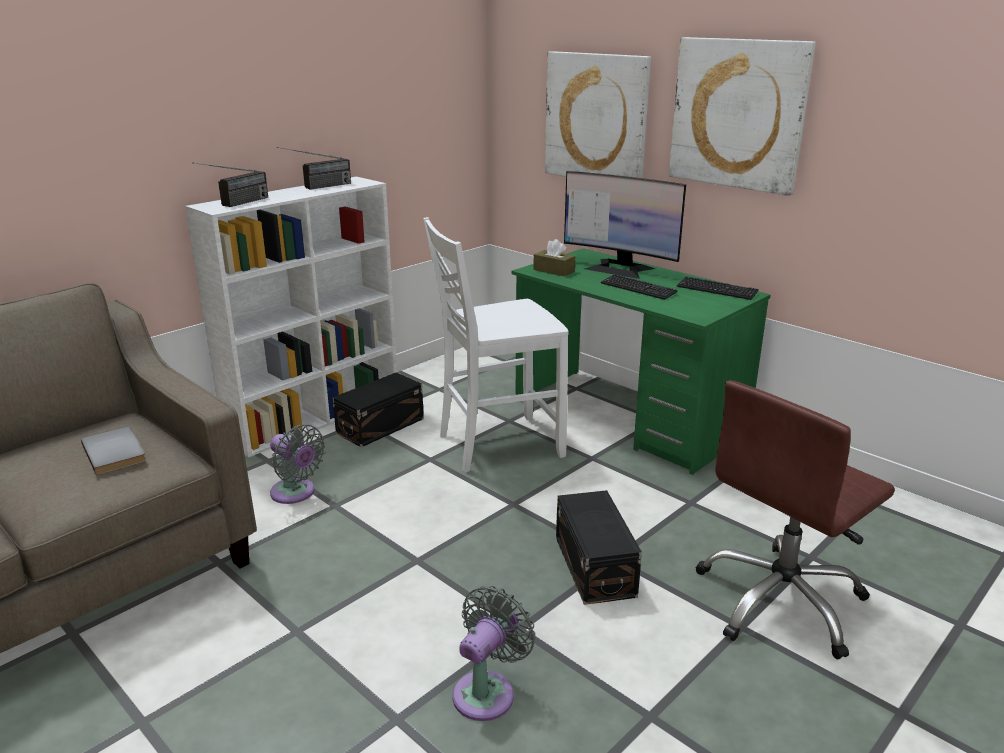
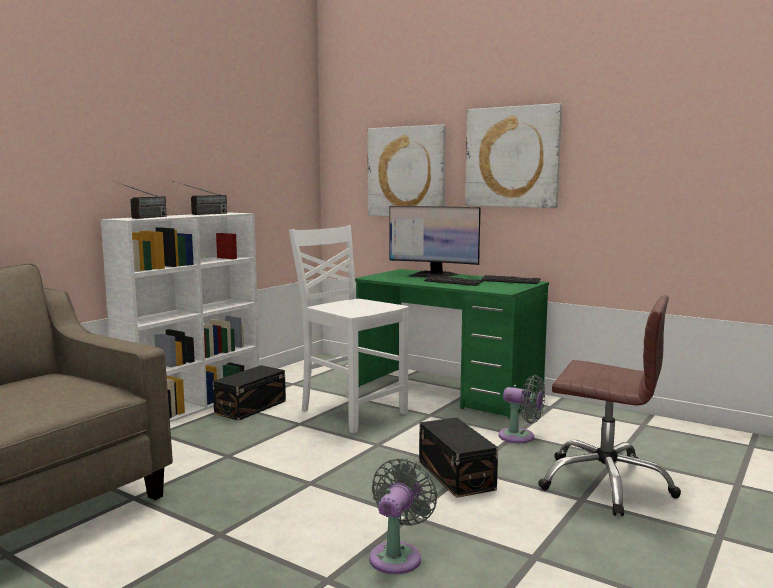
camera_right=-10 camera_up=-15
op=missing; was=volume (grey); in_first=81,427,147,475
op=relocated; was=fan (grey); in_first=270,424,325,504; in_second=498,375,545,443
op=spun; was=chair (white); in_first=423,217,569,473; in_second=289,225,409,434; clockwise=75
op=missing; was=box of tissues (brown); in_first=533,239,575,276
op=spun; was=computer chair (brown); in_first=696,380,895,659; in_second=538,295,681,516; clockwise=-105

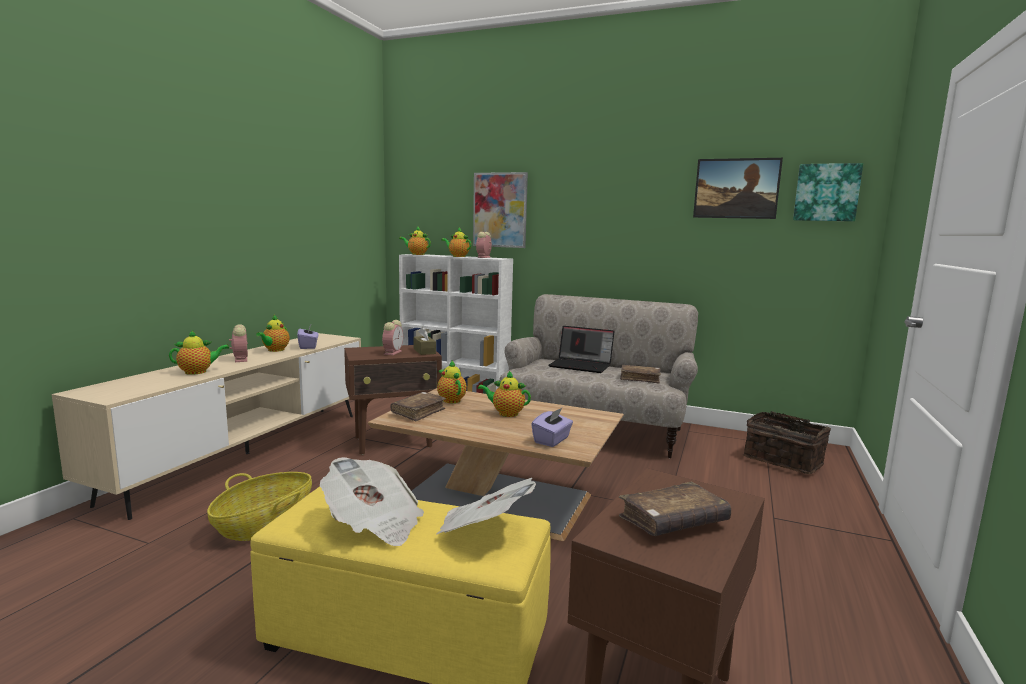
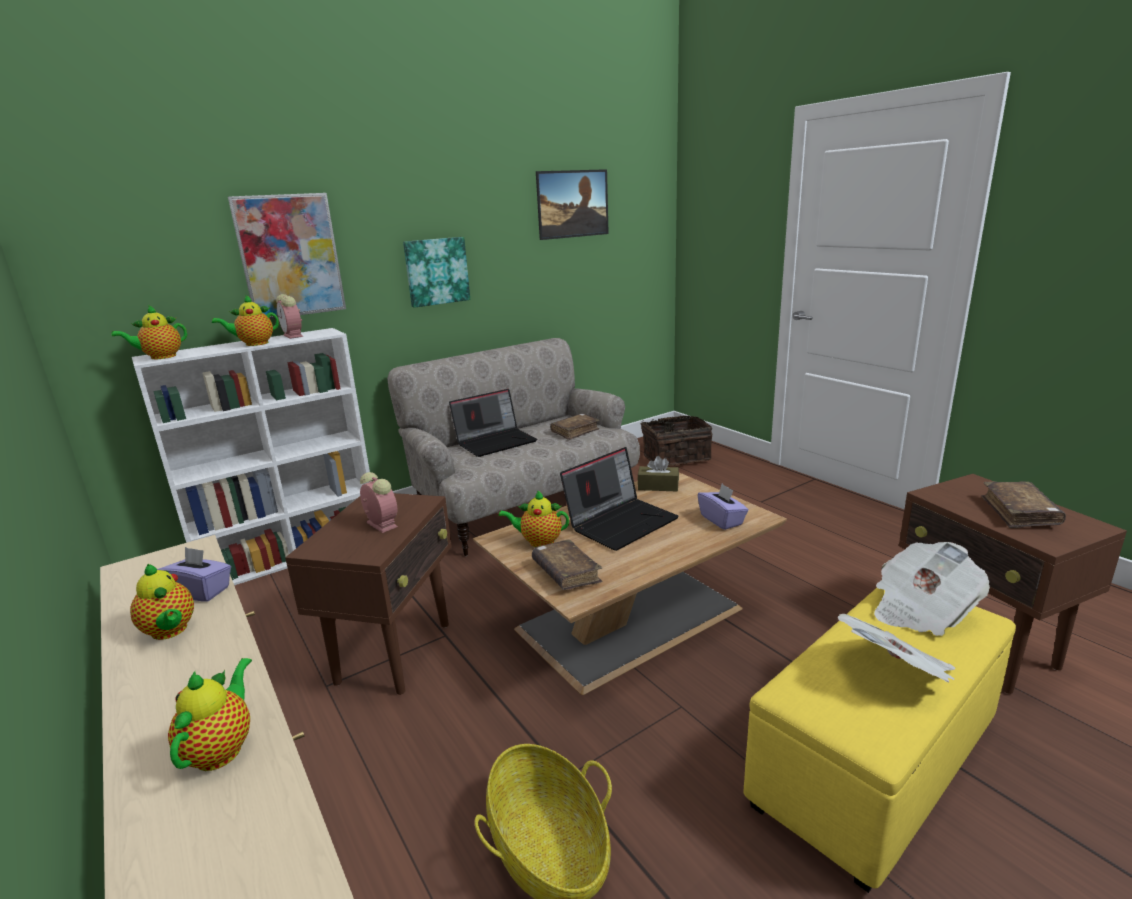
camera_right=-55 camera_up=10
op=missing; was=alarm clock; in_first=229,324,248,362
op=relocated; was=box of tissues (brown); in_first=414,327,436,355; in_second=637,456,679,491
op=exchanged; was=tea pot; now=portable computer; in_first=478,371,531,417; in_second=560,447,679,551
op=relocated; was=picture; in_first=793,163,863,221; in_second=403,237,470,308

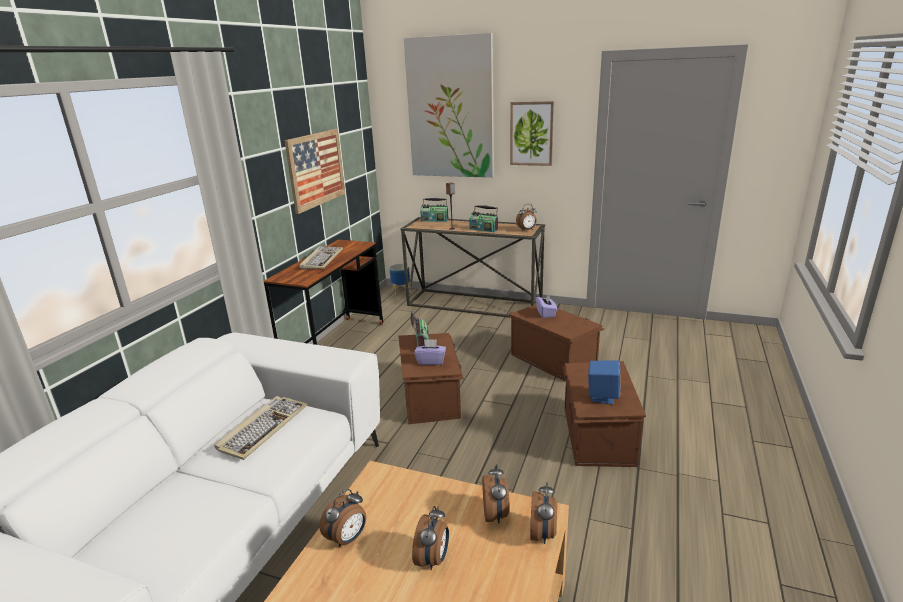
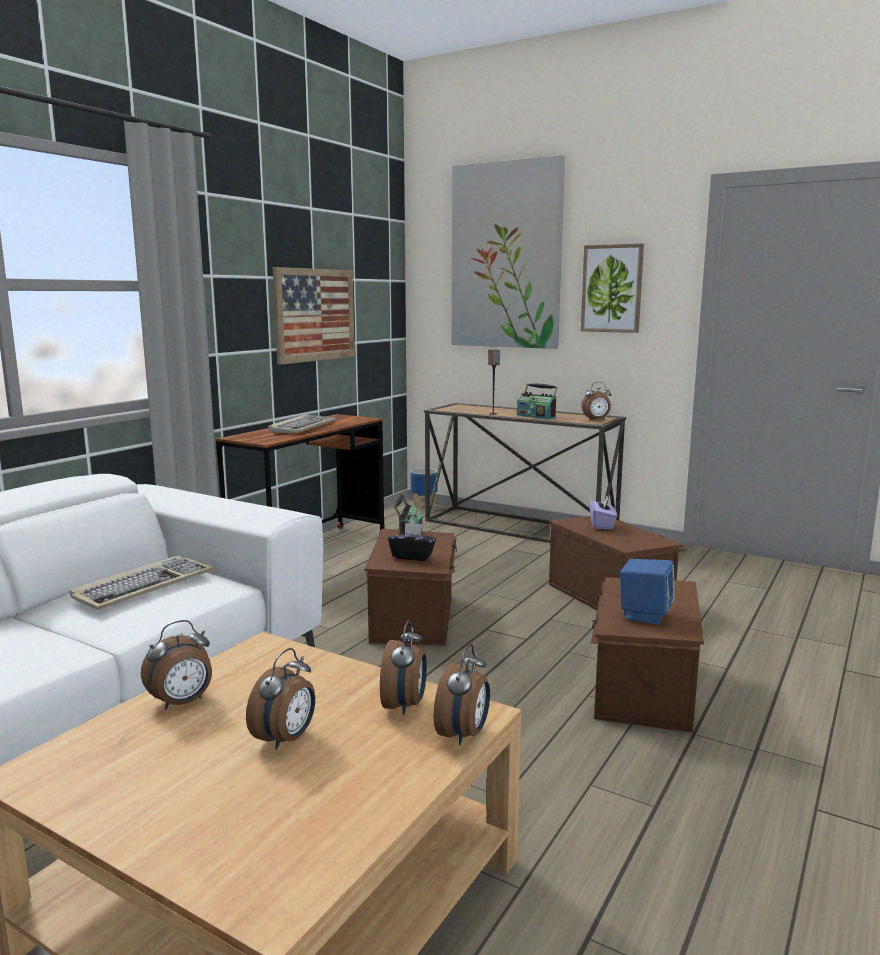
camera_right=10 camera_up=-10
op=colour; was=box of tissues (purple); now=box of tissues (blackish); in_first=414,339,446,365; in_second=388,523,436,561
op=missing; was=radio; in_first=420,198,448,222

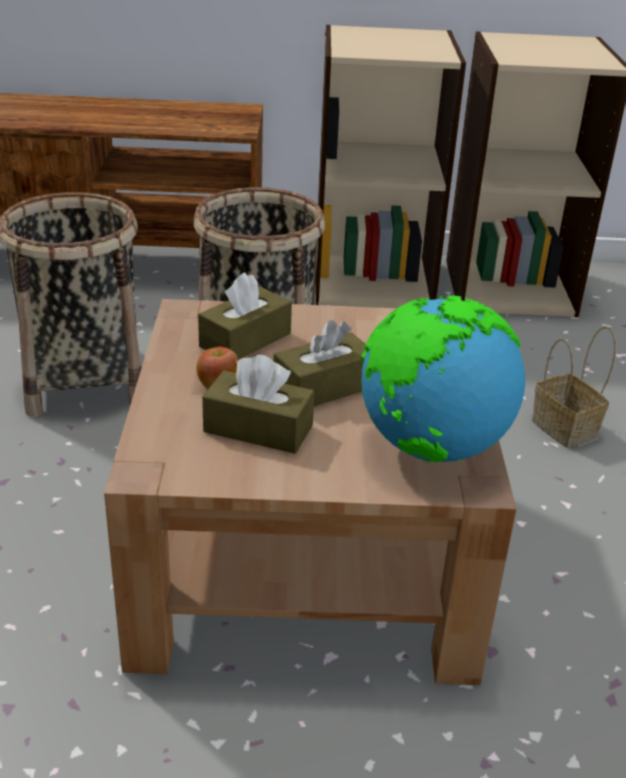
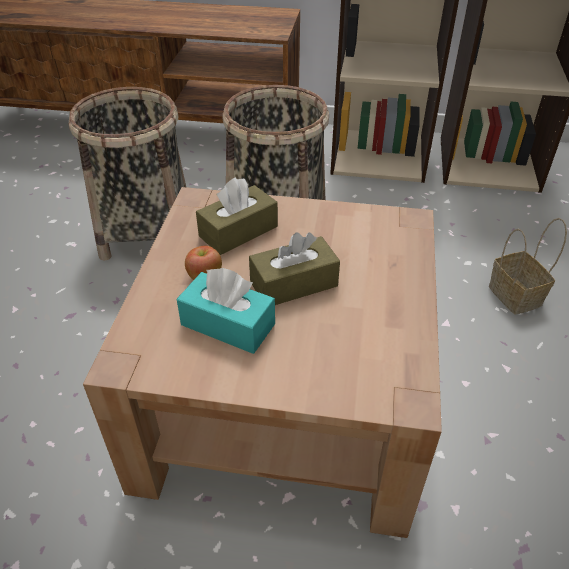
camera_right=10 camera_up=10
op=colour; was=box of tissues (brown); now=box of tissues (turquoise); in_first=202,355,315,454; in_second=177,268,275,354
op=missing; was=world globe; in_first=360,295,525,463

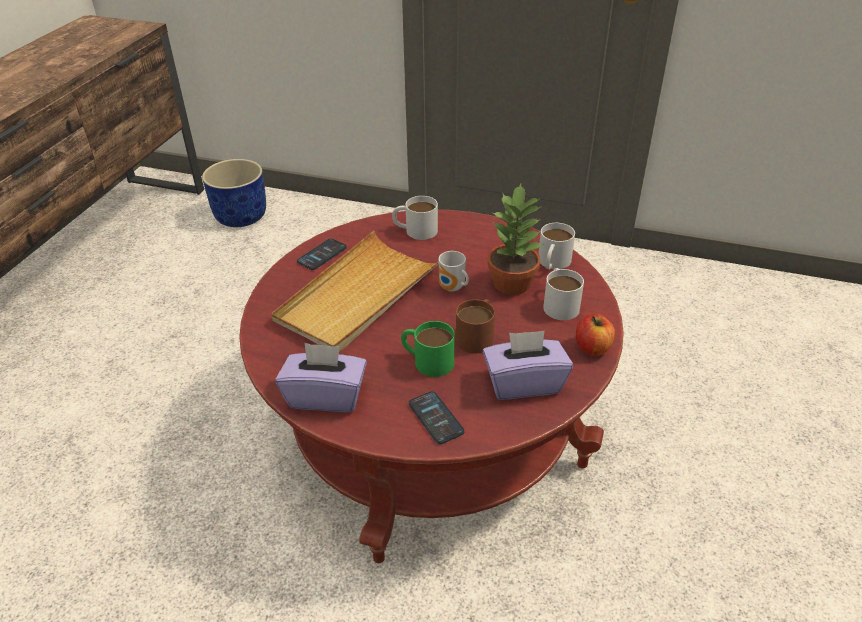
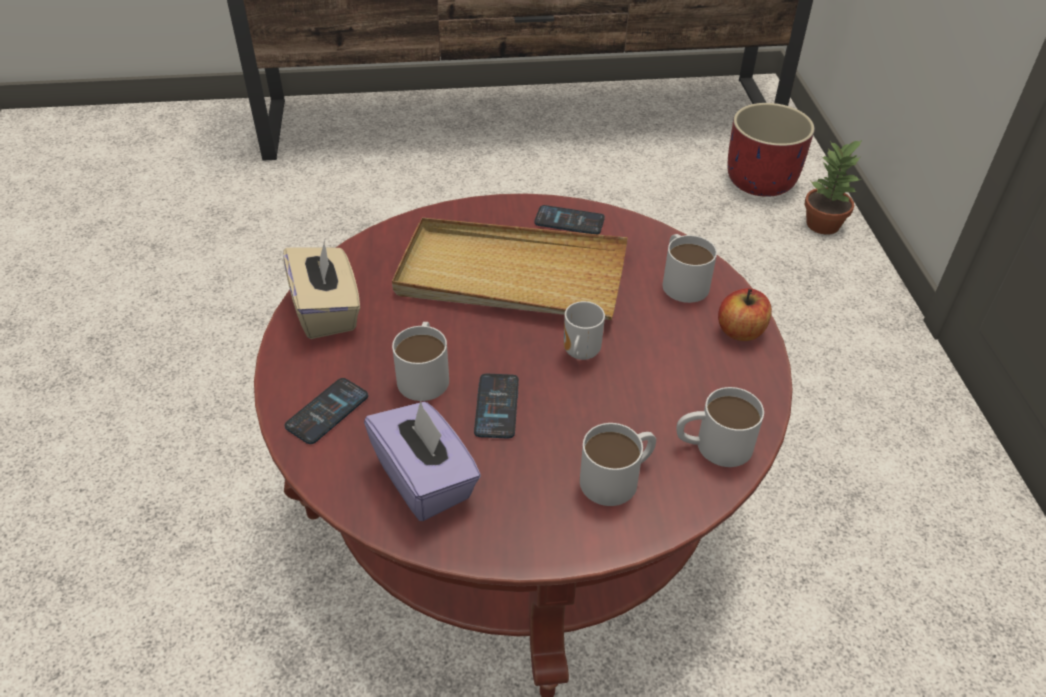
camera_right=65 camera_up=5
op=colour; was=planter (blue); now=planter (red-coloured); in_first=202,159,266,227; in_second=727,103,815,197
op=colour; was=box of tissues (purple); now=box of tissues (sand-coloured); in_first=276,343,367,412; in_second=283,240,360,339
op=colour; was=mug (green-coloured); now=mug (white); in_first=401,321,455,377; in_second=392,322,449,401
op=exchanged; was=mug (brown); now=phone; in_first=456,299,495,353; in_second=474,374,519,439
op=relocated; was=houseplant; in_first=488,184,544,295; in_second=805,139,863,235
op=relocated; was=whole apple; in_first=576,314,615,356; in_second=718,288,772,341

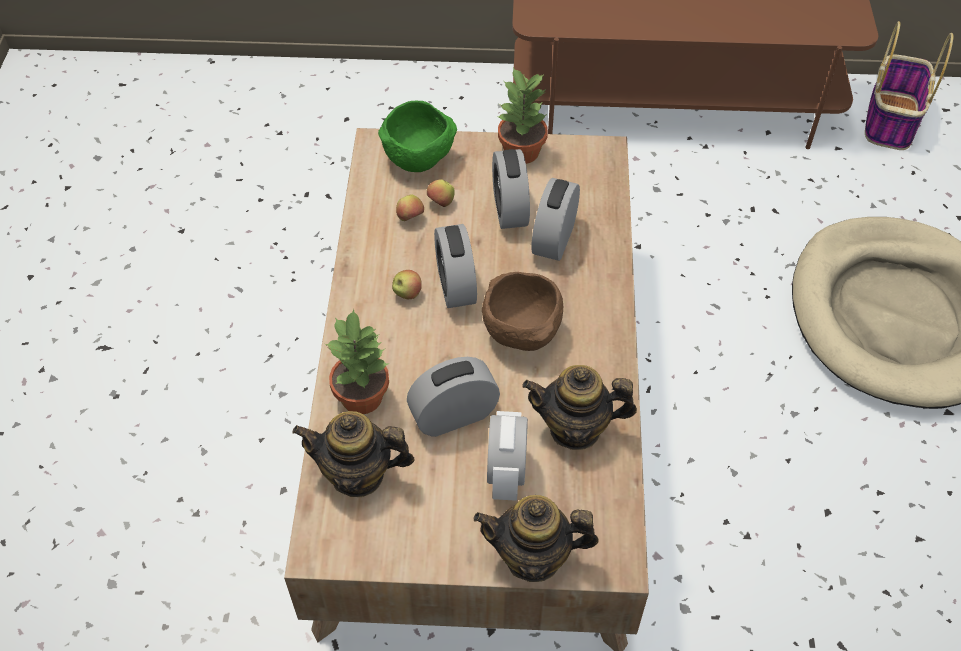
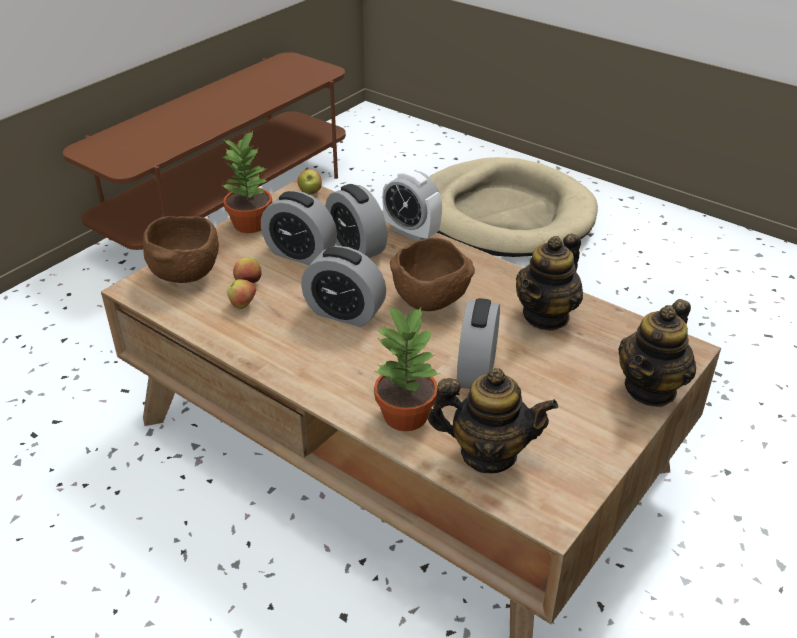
camera_right=-55 camera_up=-15
op=spun; was=tea pot; in_first=292,411,415,497; in_second=427,368,558,473; clockwise=-120
op=colour; was=serving bowl (green-coloured); now=serving bowl (brown); in_first=378,101,457,172; in_second=143,216,219,283
op=relocated; was=whole apple; in_first=392,270,422,299; in_second=297,169,322,195
op=relocated; was=alarm clock; in_first=487,411,528,501; in_second=382,170,442,241
op=missing; was=basket; in_first=865,21,953,150

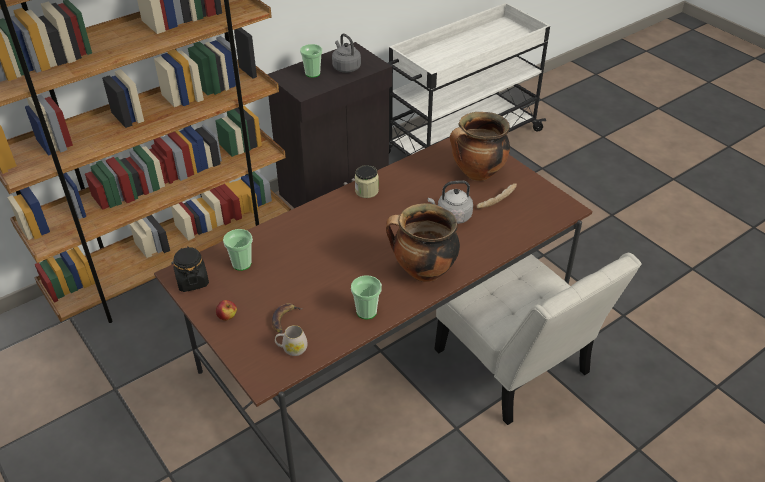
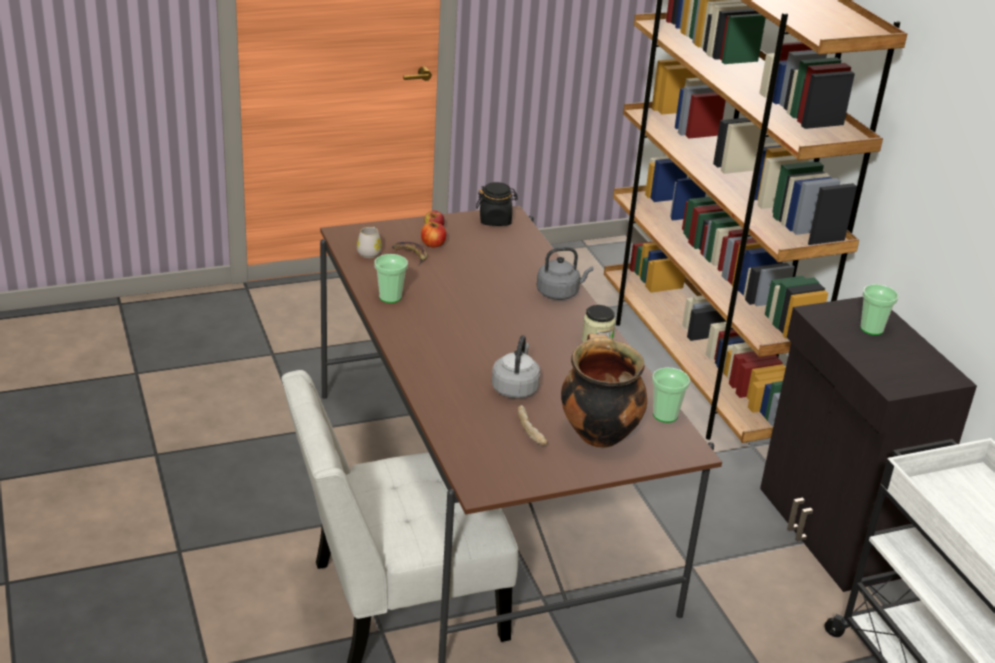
camera_right=105 camera_up=-10
op=relocated; was=small cup; in_first=223,229,253,271; in_second=652,368,690,423
op=relocated; was=water kettle (grey); in_first=332,34,361,73; in_second=537,247,593,300
op=missing; was=saucepot; in_first=386,203,460,282
op=appeared; now=whole apple; in_second=421,222,446,247

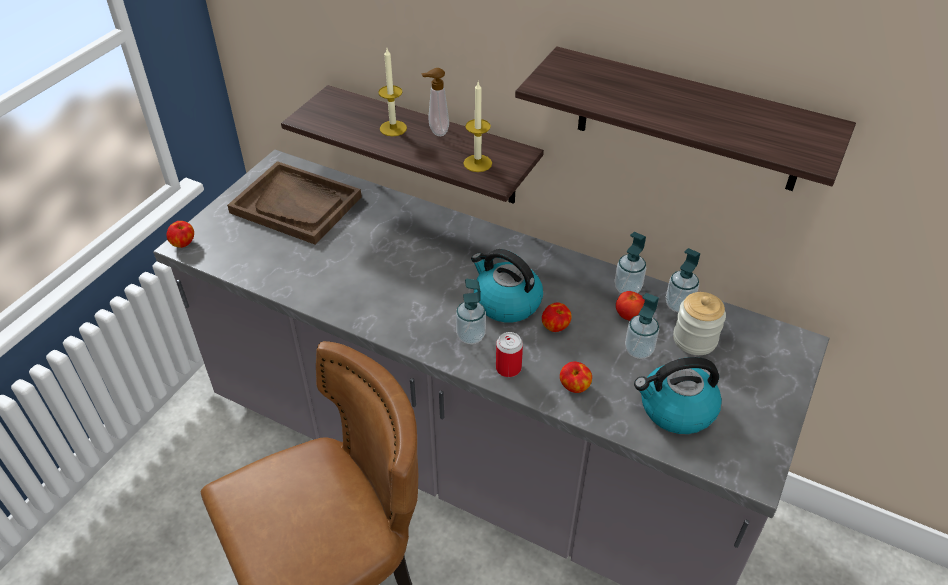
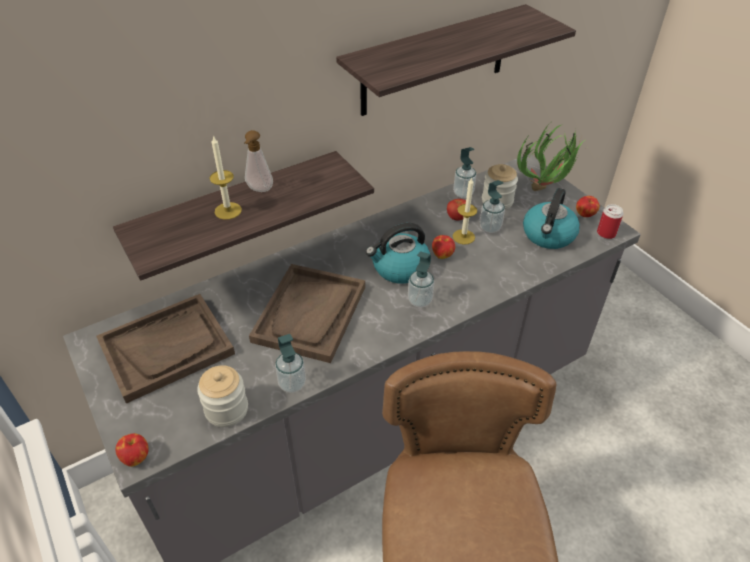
camera_right=-60 camera_up=0
op=relocated; was=wax candle; in_first=463,82,492,172; in_second=453,177,477,245
op=relocated; was=can; in_first=496,332,523,377; in_second=597,204,623,239
op=relocated; was=whole apple; in_first=560,361,592,393; in_second=576,196,600,217
op=relocated; was=soap bottle; in_first=615,232,646,294; in_second=275,334,306,393
op=appeared; now=preserve jar; in_second=197,365,248,427
op=appeared; now=tray (brown); in_second=249,264,365,363
op=appeared; now=houseplant; in_second=517,123,585,191

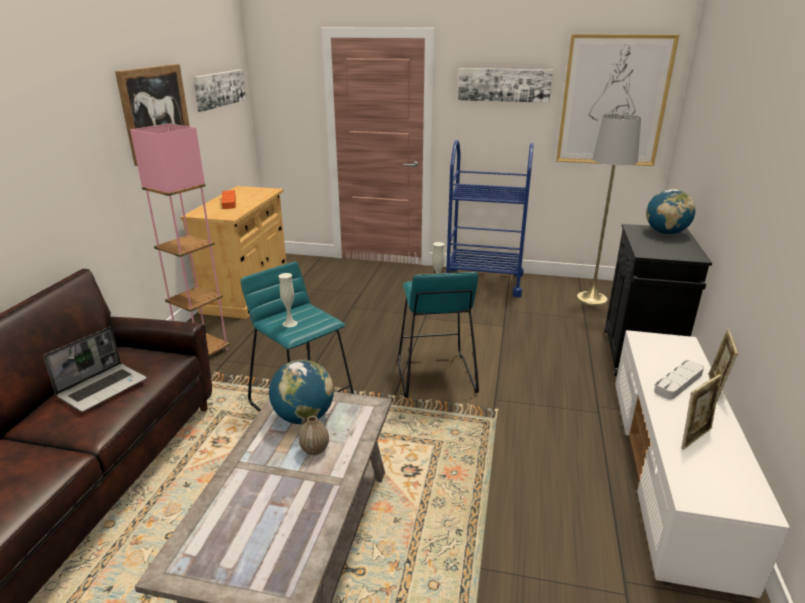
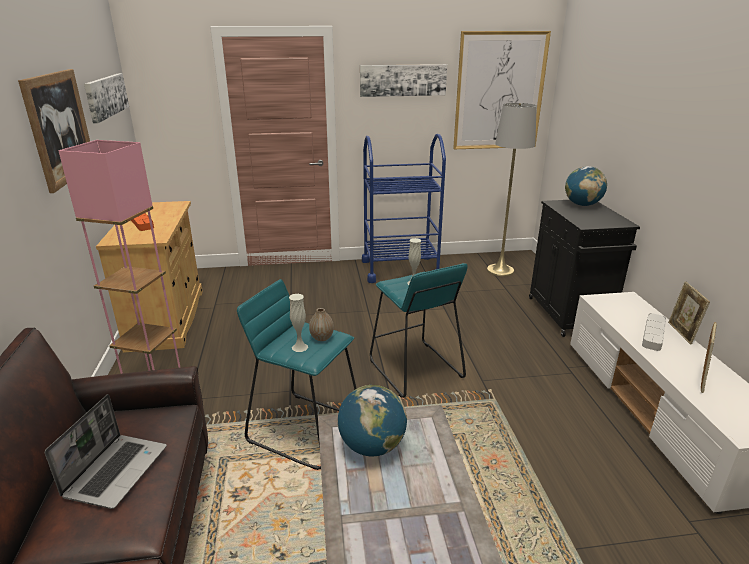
camera_right=-20 camera_up=0
op=relocated; was=vase; in_first=299,416,329,455; in_second=309,308,334,341

